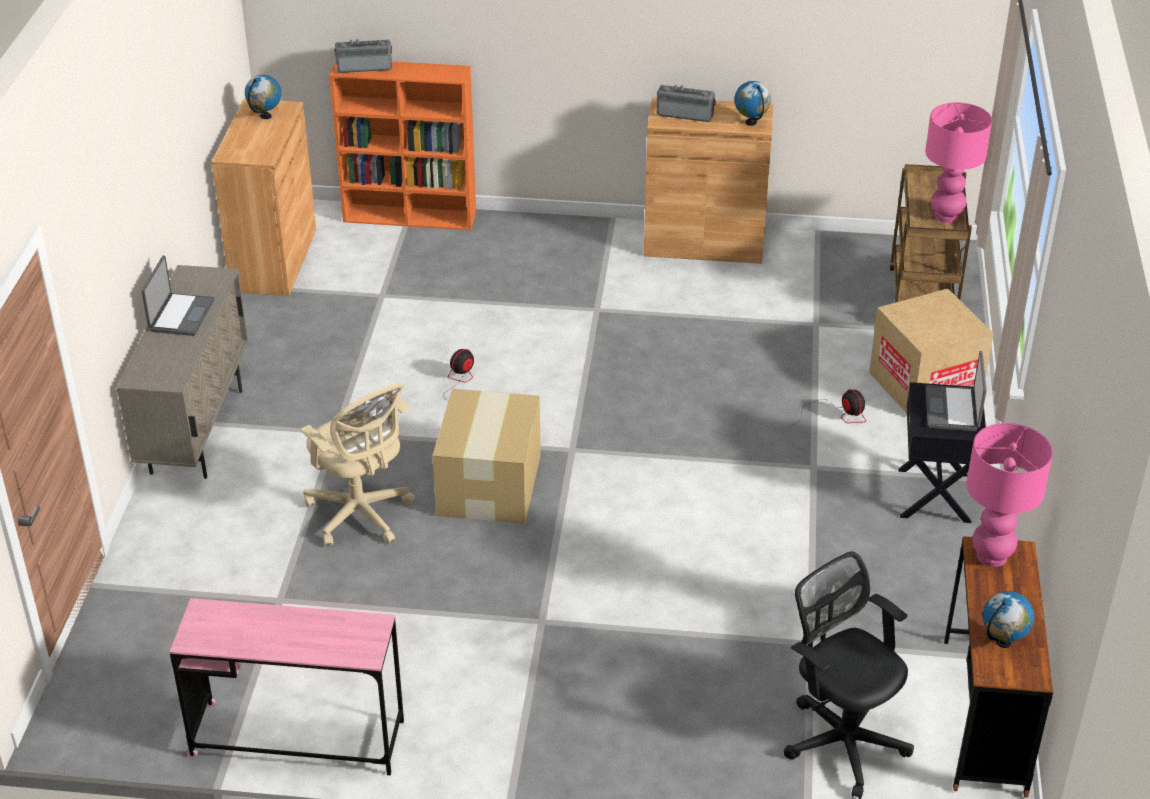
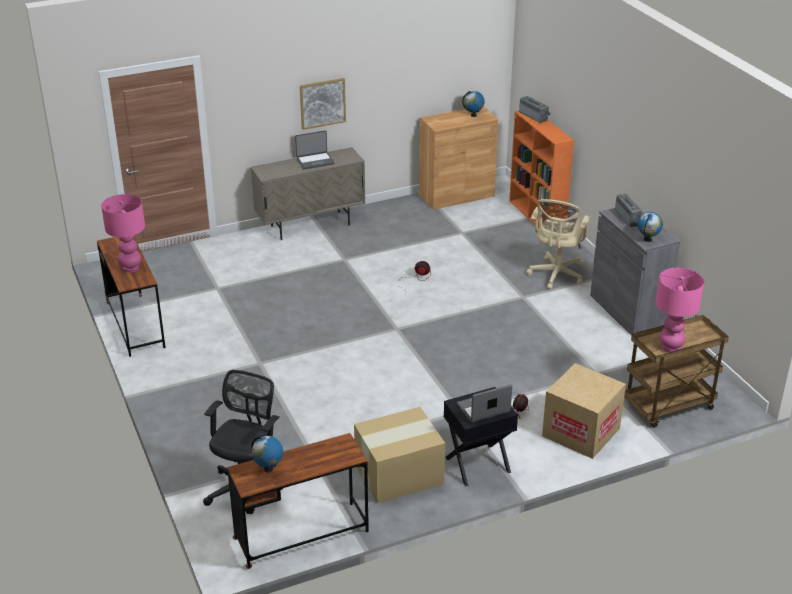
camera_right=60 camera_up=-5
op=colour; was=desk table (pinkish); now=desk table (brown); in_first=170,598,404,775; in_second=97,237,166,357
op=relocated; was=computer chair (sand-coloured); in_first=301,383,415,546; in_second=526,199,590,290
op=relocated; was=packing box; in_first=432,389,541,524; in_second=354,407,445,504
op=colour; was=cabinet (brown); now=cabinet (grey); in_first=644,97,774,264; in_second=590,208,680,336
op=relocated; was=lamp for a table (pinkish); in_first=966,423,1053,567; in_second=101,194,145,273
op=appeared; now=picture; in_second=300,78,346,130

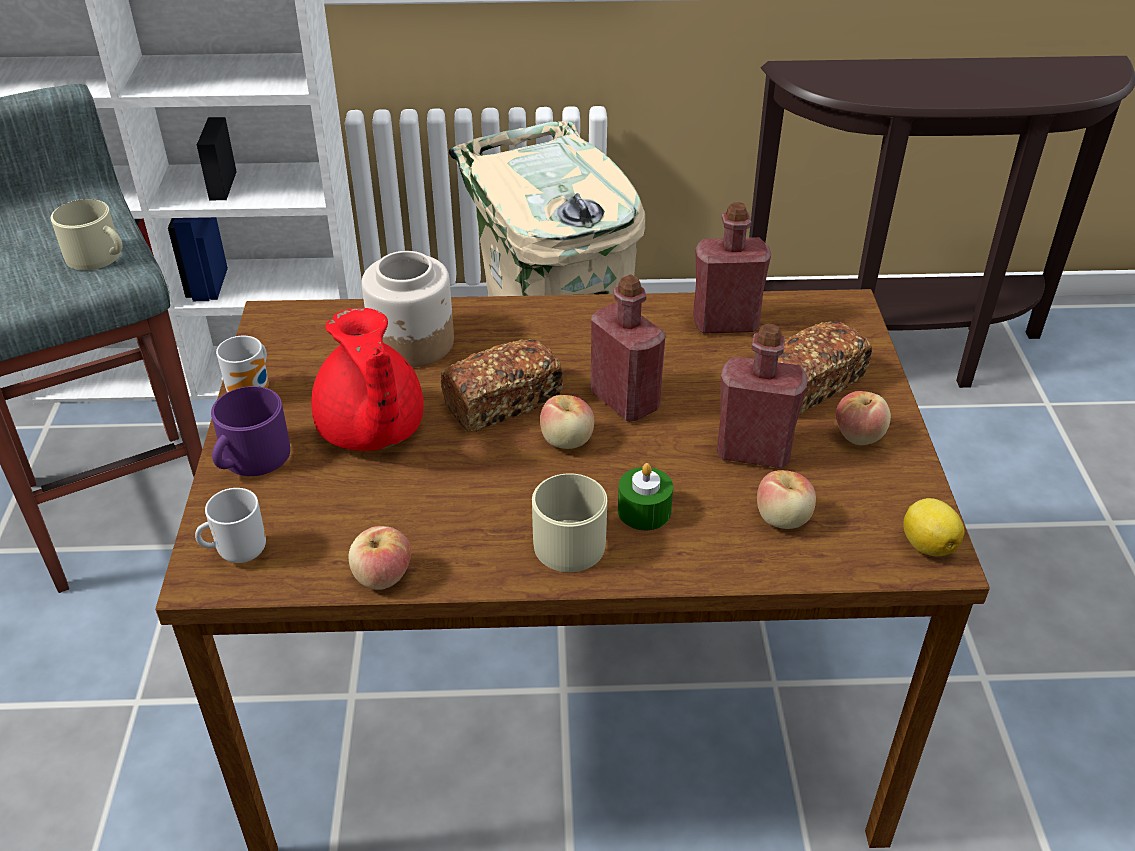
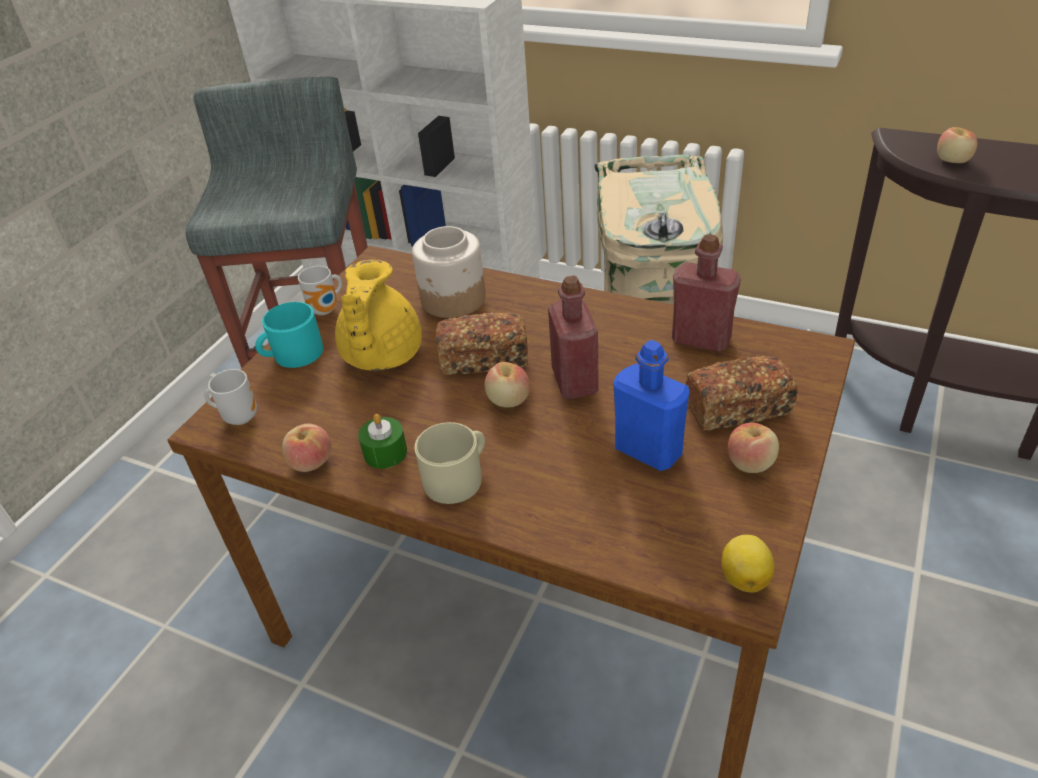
camera_right=30 camera_up=0
op=missing; was=mug (sand-coloured); in_first=51,199,123,270
op=colour; was=mug (purple); now=mug (turquoise); in_first=211,386,290,476; in_second=255,302,323,368
op=colour; was=tea pot (red-coloured); now=tea pot (yellowish); in_first=311,308,424,451; in_second=335,260,422,371
op=relocated; was=wax candle (green-coloured); in_first=618,463,673,530; in_second=358,414,407,469
op=colour; was=bottle (red-coloured); now=bottle (blue); in_first=717,324,808,468; in_second=613,340,690,471
op=relocated; was=whole apple; in_first=757,470,816,529; in_second=937,127,977,163

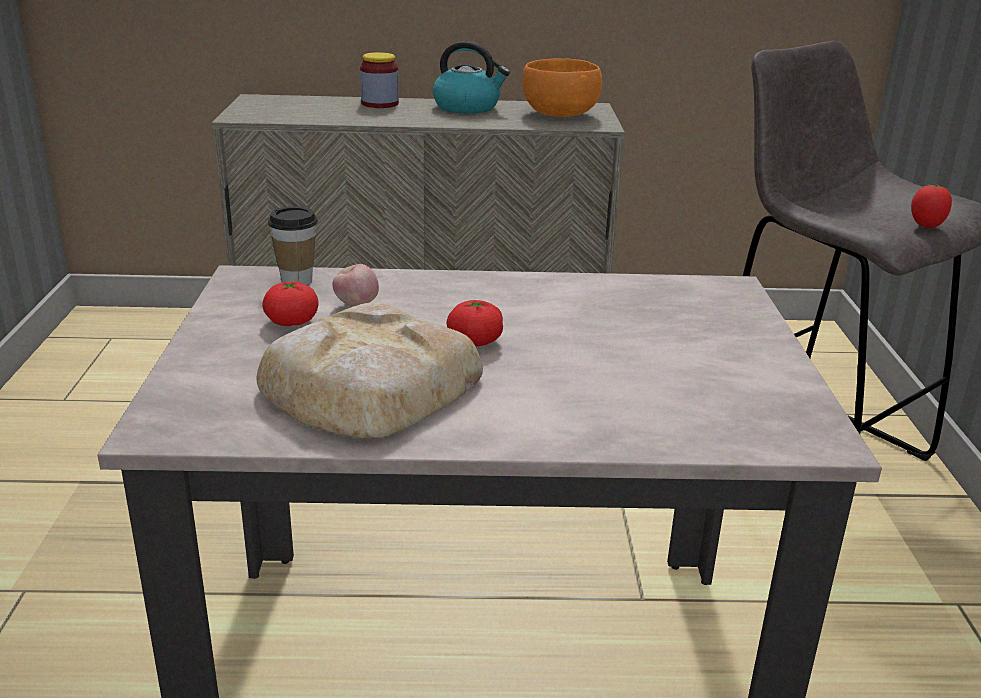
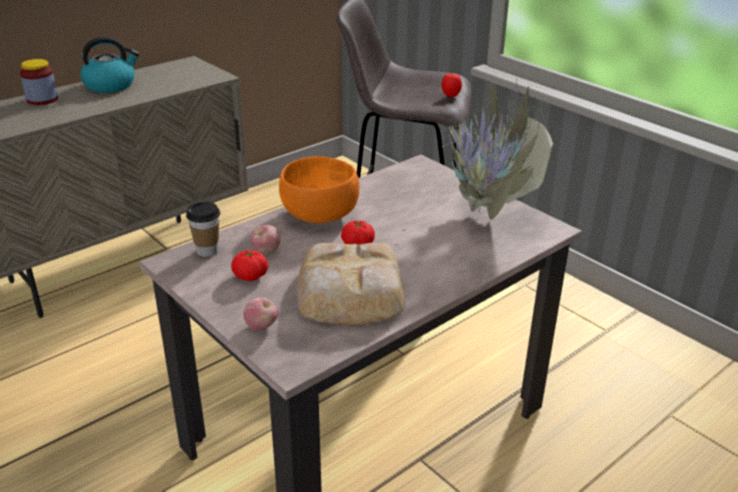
camera_right=-40 camera_up=5
op=relocated; was=serving bowl (orange); in_first=522,58,602,117; in_second=279,156,359,223
op=appeared; now=whole apple; in_second=243,297,278,331
op=appeared; now=houseplant; in_second=401,66,553,232

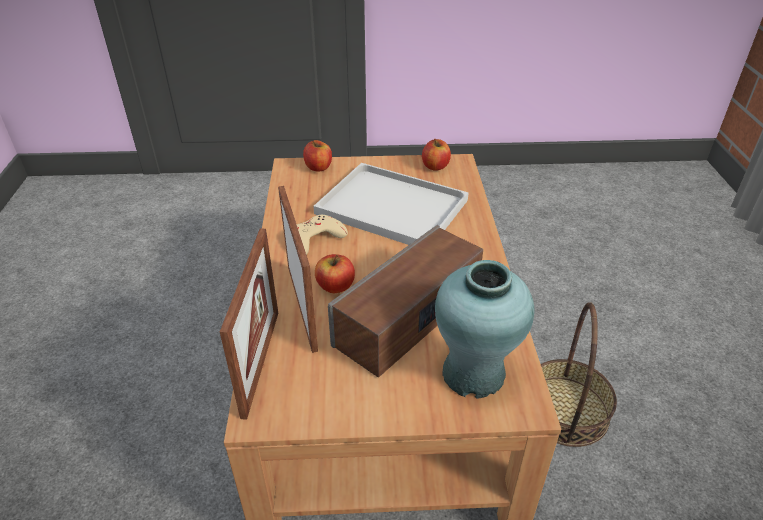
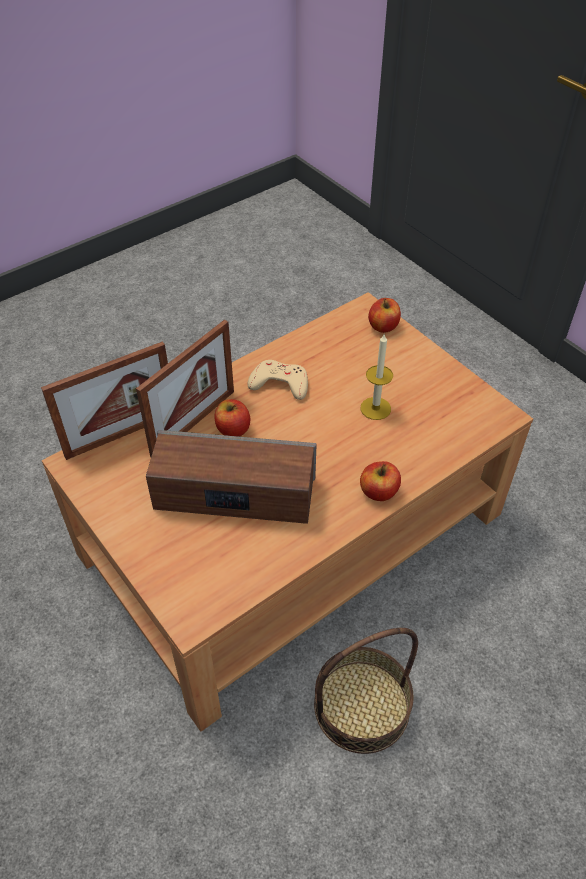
camera_right=55 camera_up=10
op=exchanged; was=tray (white); now=wax candle; in_first=313,163,469,245; in_second=361,333,393,420
op=relocated; was=whole apple; in_first=422,139,451,171; in_second=360,461,401,501
op=missing; was=vase (turquoise); in_first=435,260,534,399

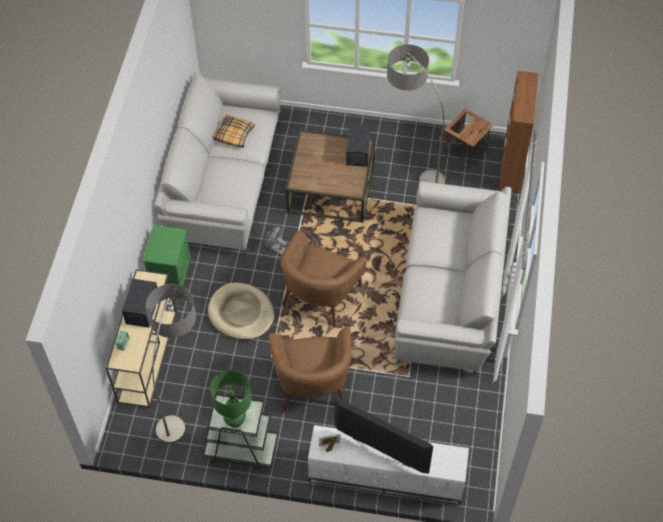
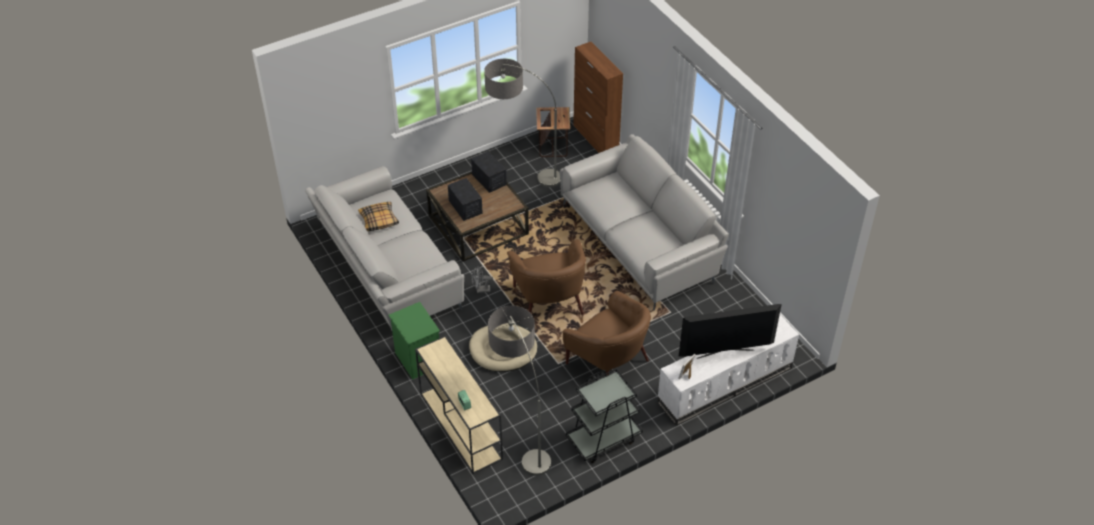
camera_right=-40 camera_up=-10
op=relocated; was=radio; in_first=122,279,157,328; in_second=448,178,483,221
op=missing; was=lamp for a table (green-coloured); in_first=210,370,252,428

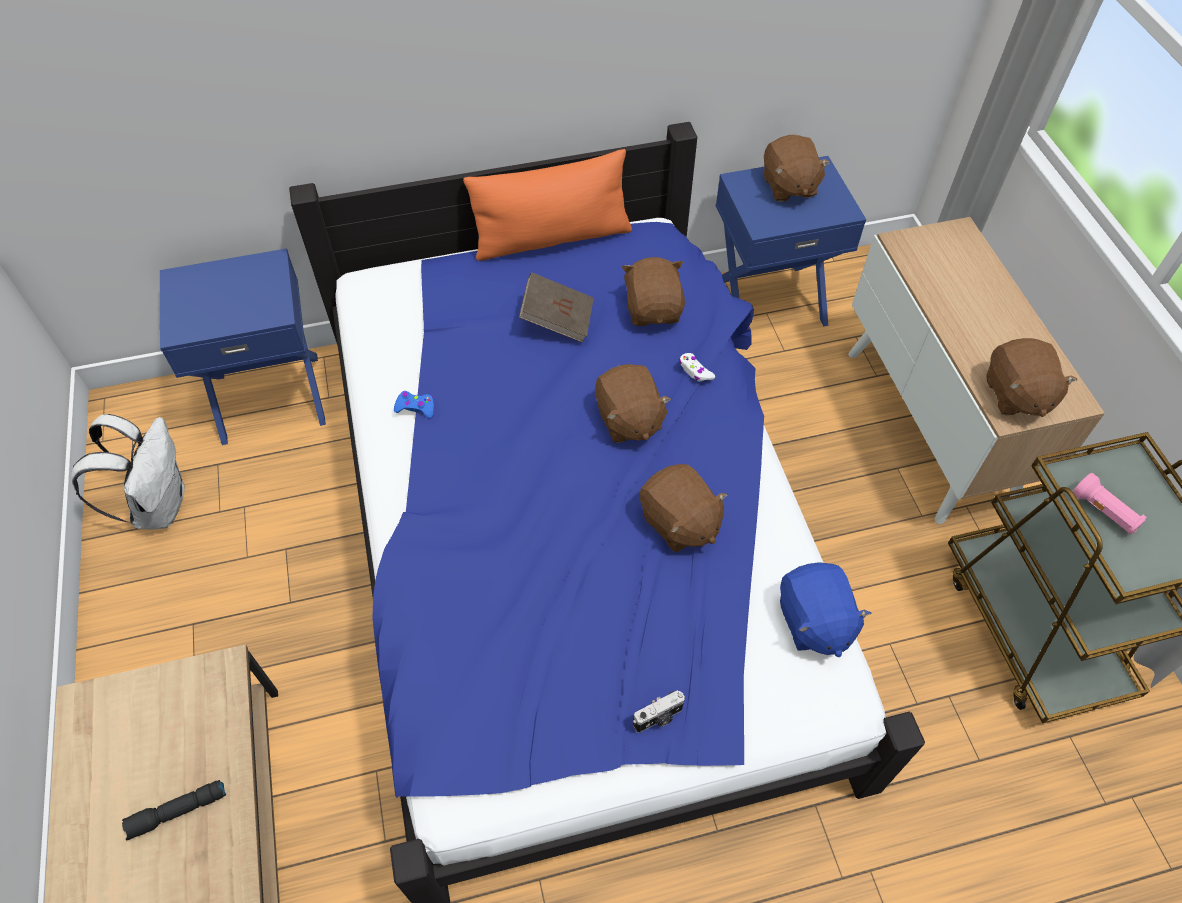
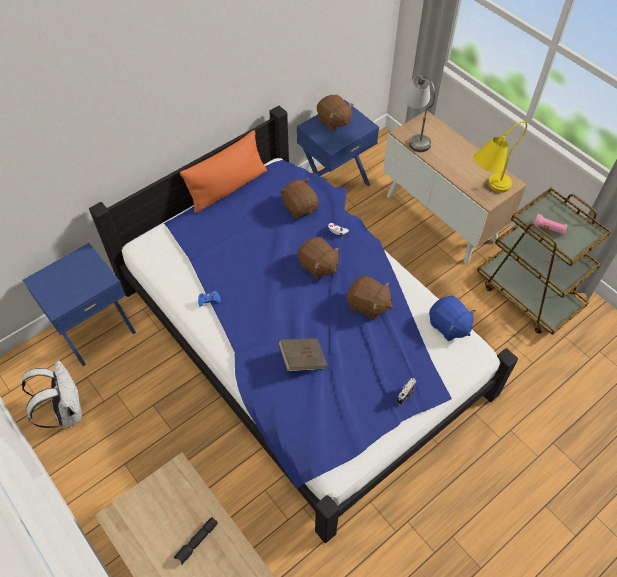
camera_right=-25 camera_up=0
op=relocated; was=volume (brown); in_first=519,272,594,343; in_second=278,338,327,371
op=exchanged; was=soft toy (brown); now=lamp for a table (yellowish); in_first=987,338,1077,417; in_second=474,121,527,193
op=appeared; now=lamp for a table (grey); in_second=401,75,435,152

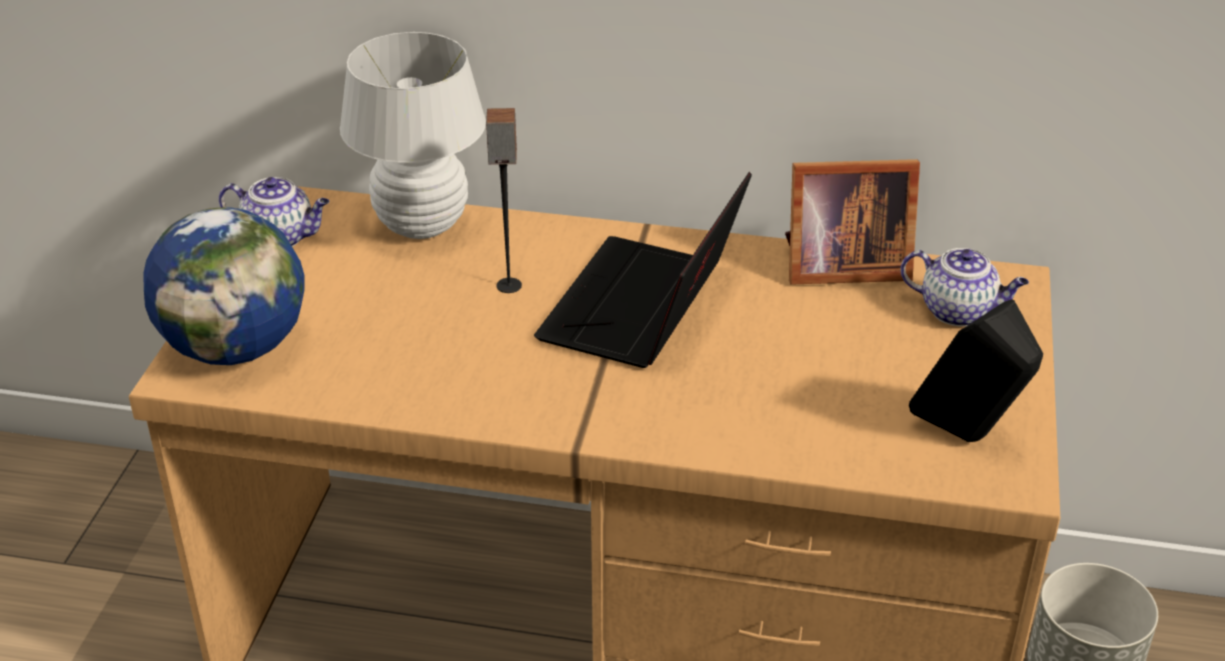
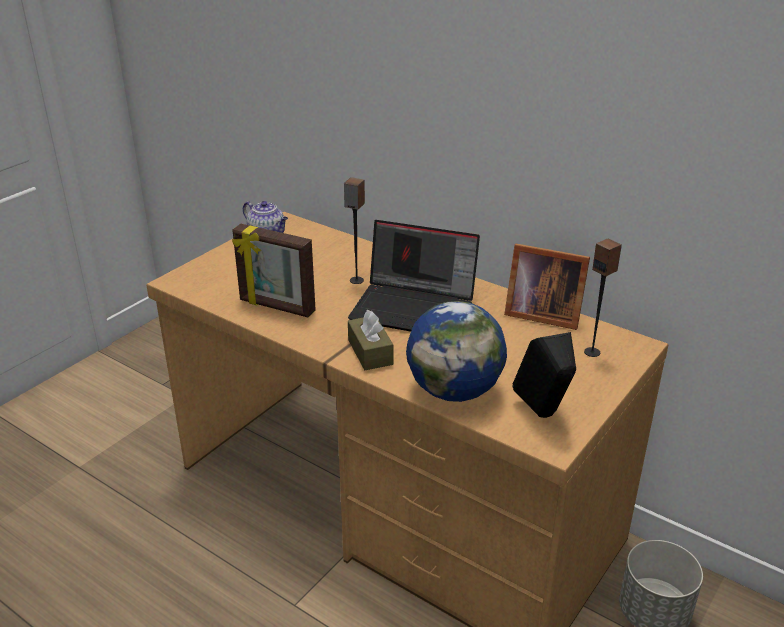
camera_right=25 camera_up=-5
op=relocated; was=world globe; in_first=143,207,305,365; in_second=406,301,507,402
op=missing; was=lamp for a table (white); in_first=340,32,486,239
op=spun; was=portable computer; in_first=534,172,752,368; in_second=348,220,480,332; clockwise=-120
op=exchanged; was=tea pot; now=speaker; in_first=900,248,1029,326; in_second=584,238,622,357
op=appeared; now=standing frame; in_second=232,224,316,318
op=appeared; now=box of tissues (brown); in_second=348,310,393,370

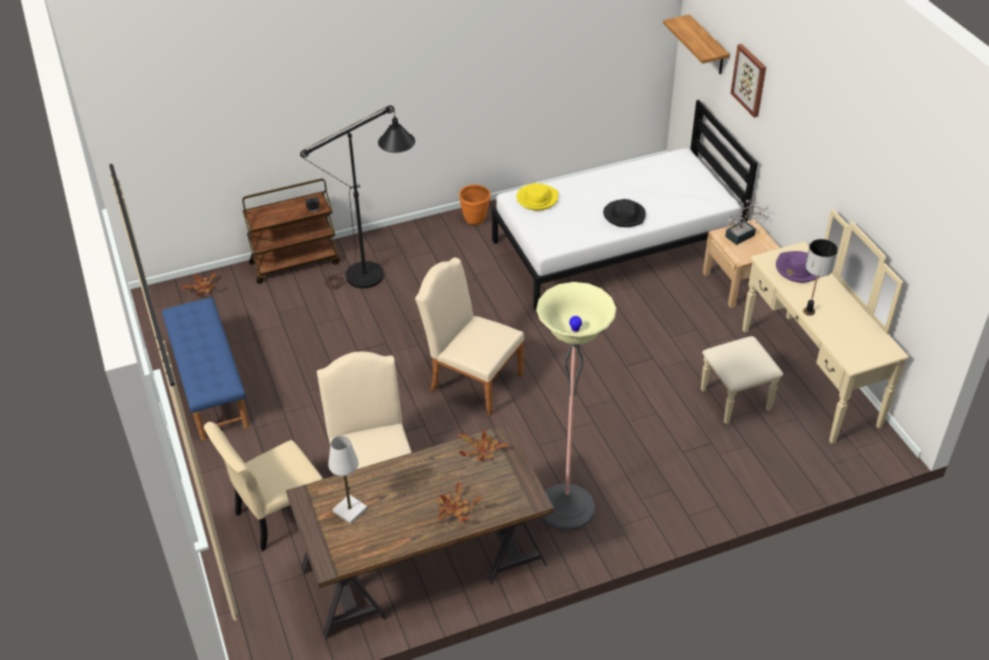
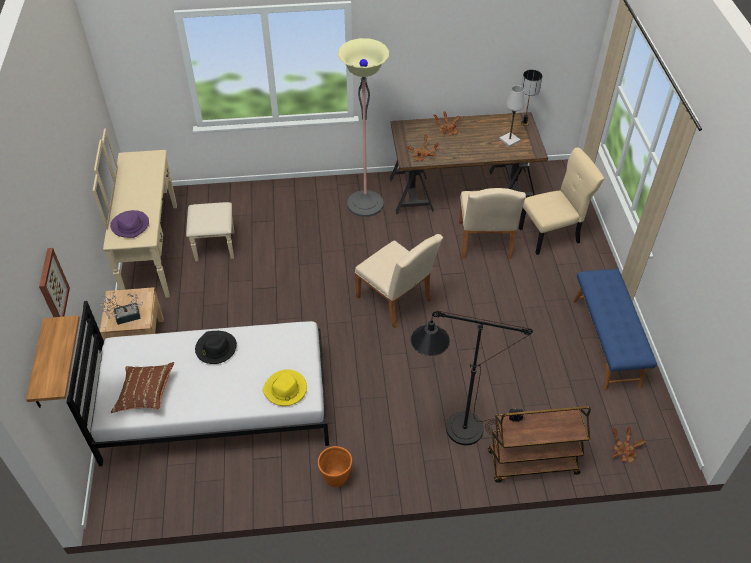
camera_right=-165 camera_up=5
op=relocated; was=lamp for a table; in_first=803,239,838,316; in_second=521,70,542,126
op=appeared; now=cushion (brown); in_second=111,362,174,413

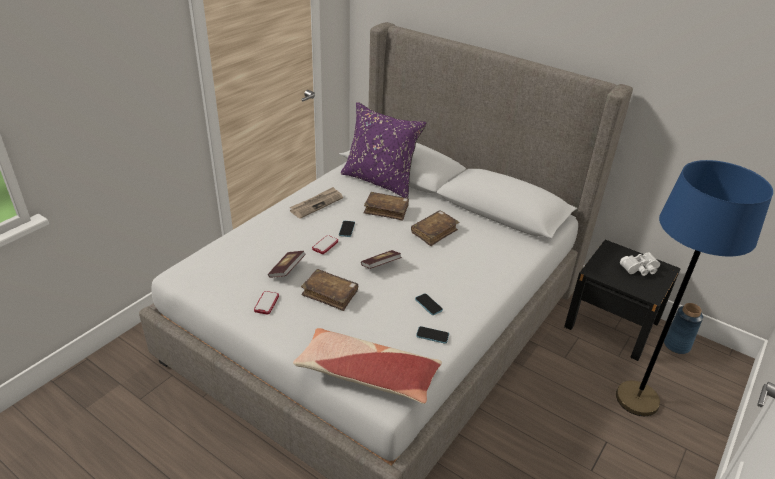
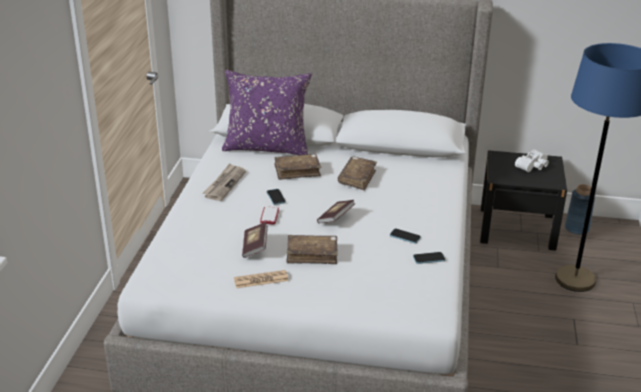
camera_right=-25 camera_up=-5
op=exchanged; was=phone; now=daily paper; in_first=254,291,279,315; in_second=234,270,289,288
op=missing; was=cushion; in_first=293,328,442,404

